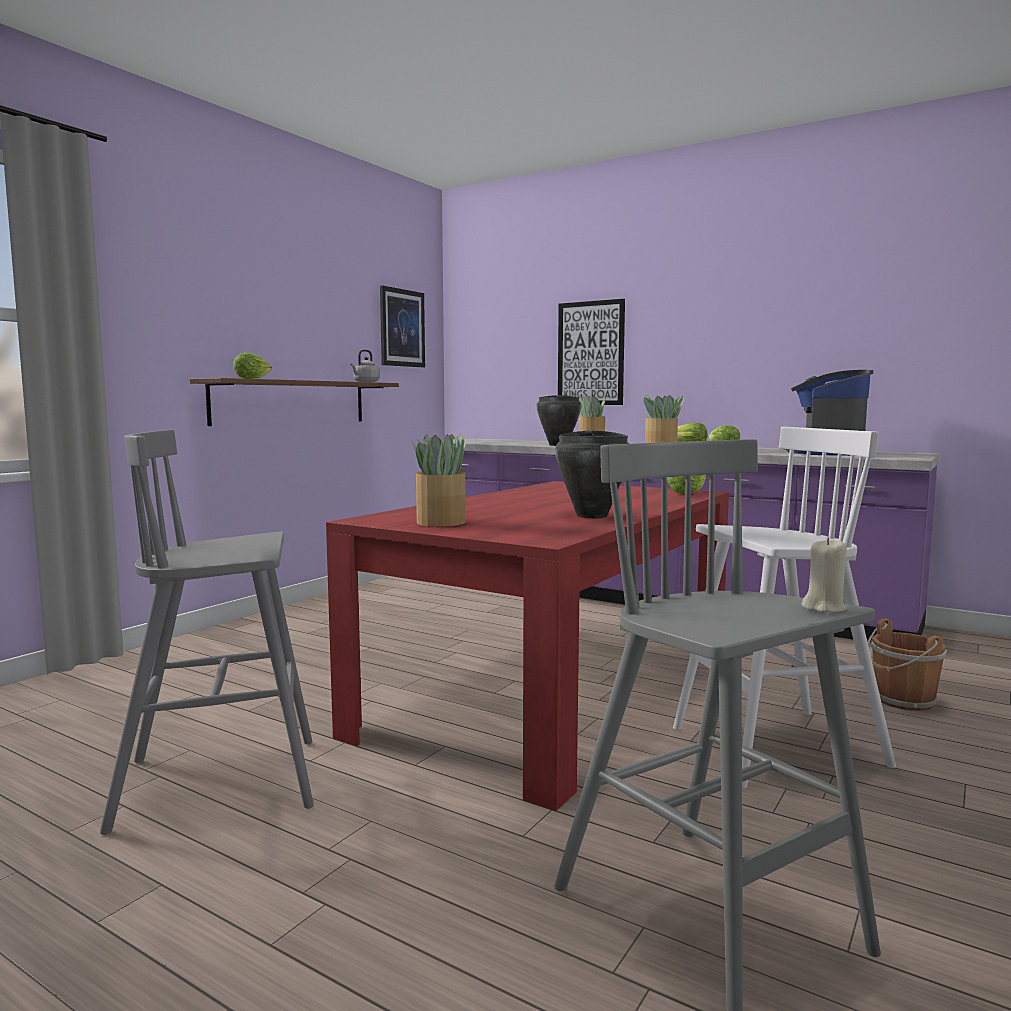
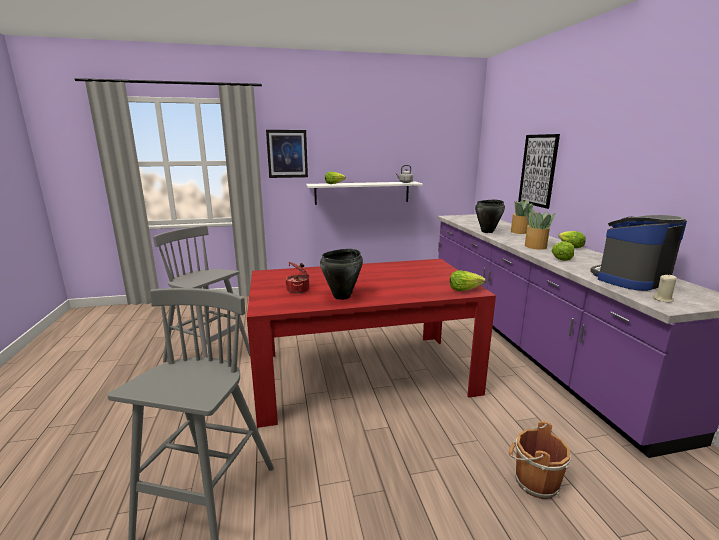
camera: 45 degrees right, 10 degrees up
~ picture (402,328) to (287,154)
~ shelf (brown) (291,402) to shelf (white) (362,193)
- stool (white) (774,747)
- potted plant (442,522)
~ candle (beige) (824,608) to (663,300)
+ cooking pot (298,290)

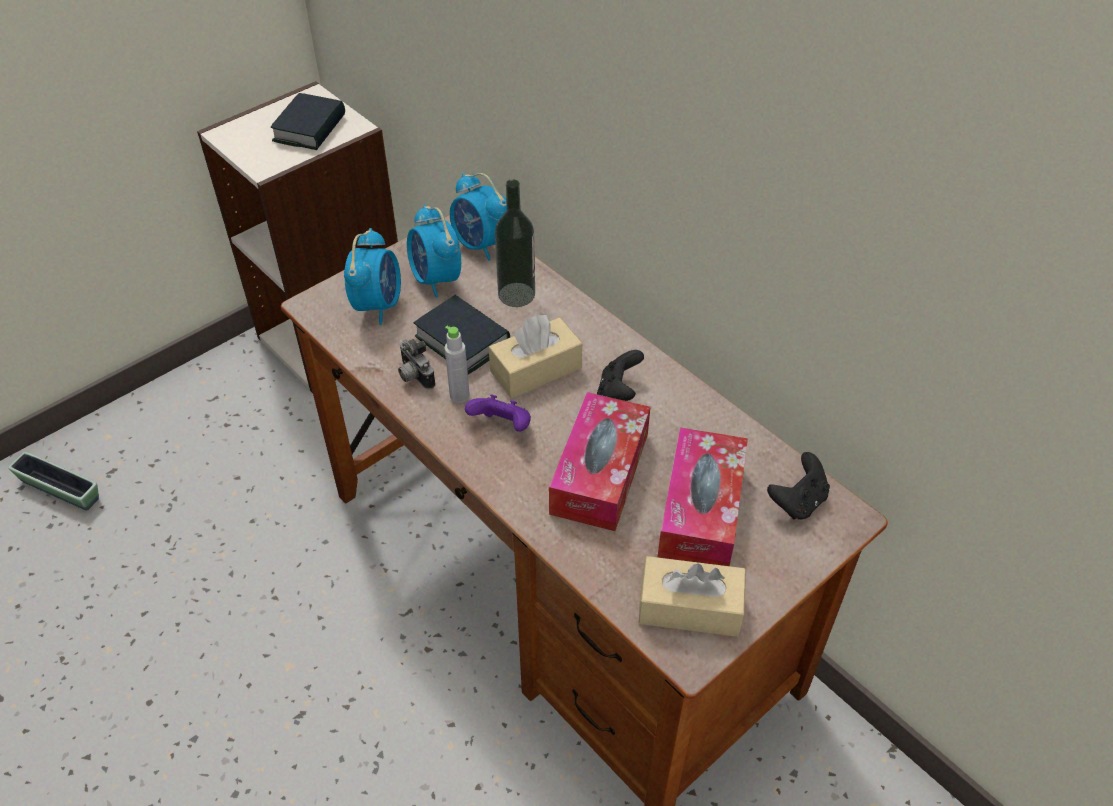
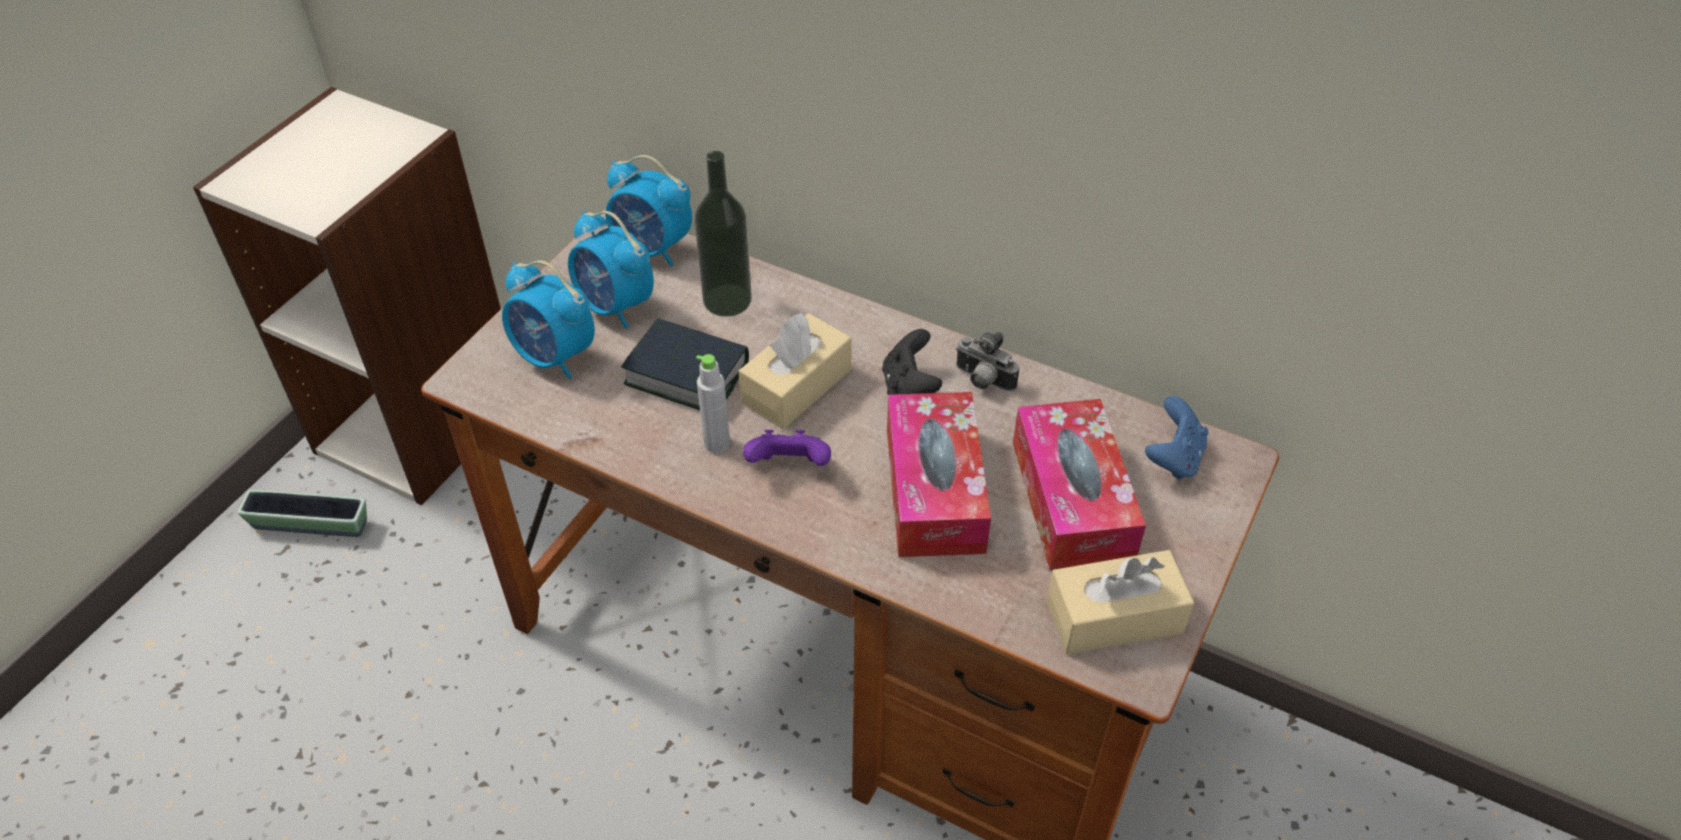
camera: 20 degrees left, 0 degrees up
- book (310,128)
~ alarm clock (378,305) = (555,357) 135 degrees clockwise
~ photo camera (414,376) to (982,381)
~ planter (60,490) to (310,524)
~ game controller (black) (798,501) to game controller (blue) (1173,458)

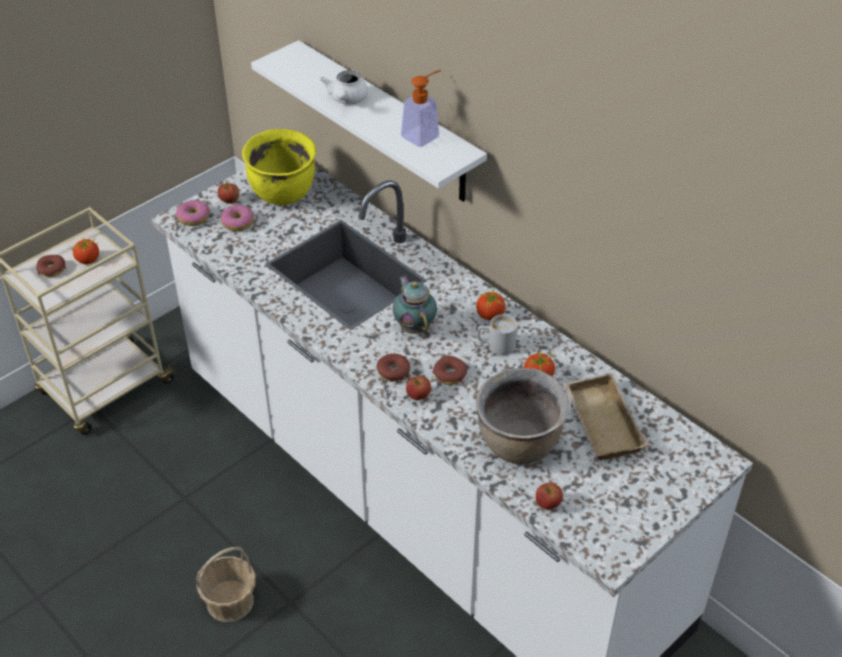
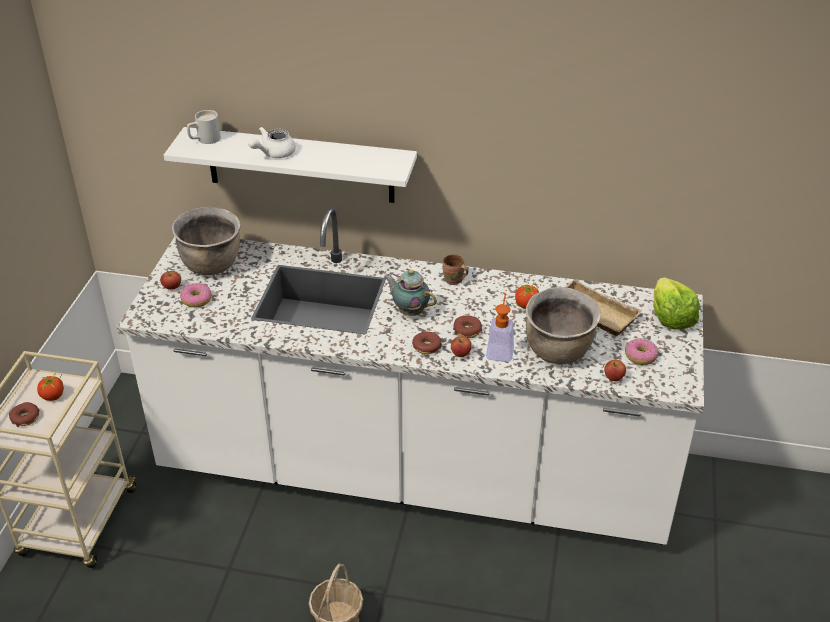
camera: 35 degrees left, 5 degrees down
~ teapot (white) (346,100) = (273,153) 75 degrees clockwise
~ soap dispenser (424,134) to (500,349)
~ cooking pot (yellow) (284,193) to cooking pot (brown) (212,264)
~ donut (193,218) to (640,356)
~ tomato (490,315) to mug (brown) (453,281)
~ mug (white) (496,346) to (204,140)
+ lettuce (671,317)

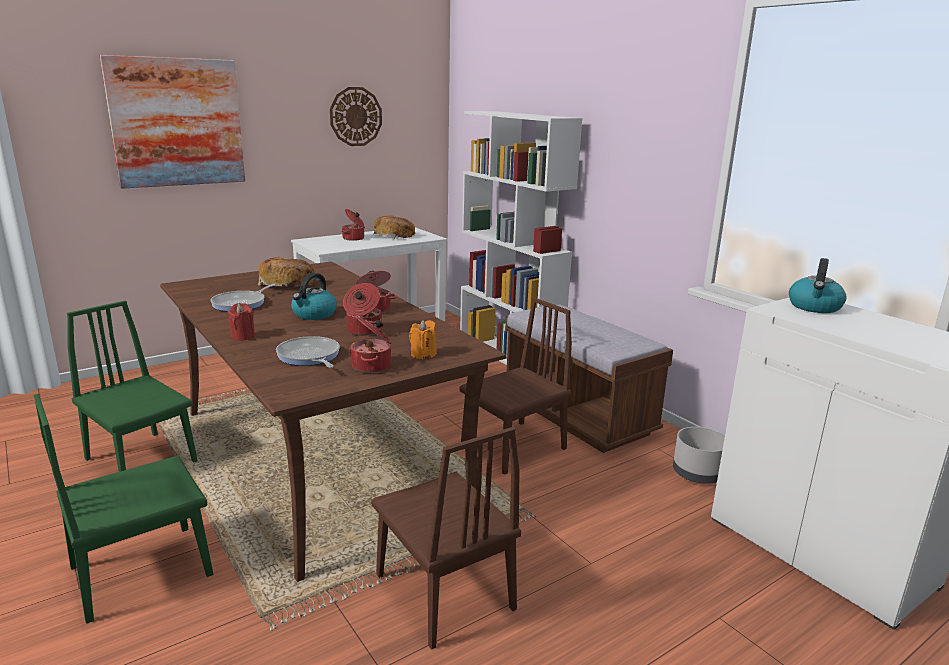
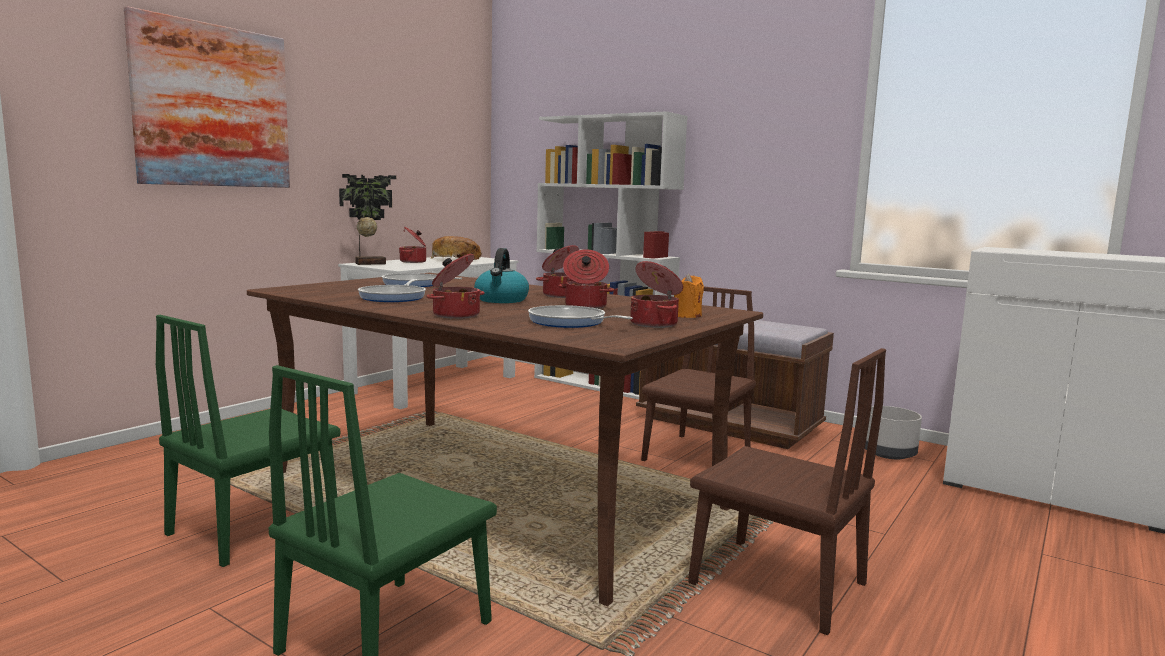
camera: 20 degrees left, 10 degrees down
- wall clock (355,116)
~ bread (287,283) to frying pan (414,284)
- kettle (814,307)
~ chair (green) (141,460) = (255,527) 75 degrees counterclockwise
~ candle (red) (243,336) to cooking pot (455,315)
+ potted plant (369,263)

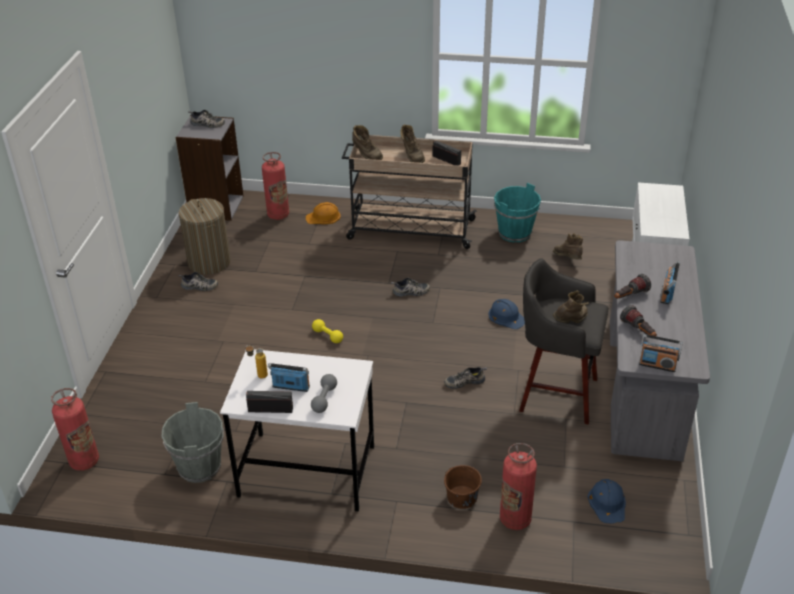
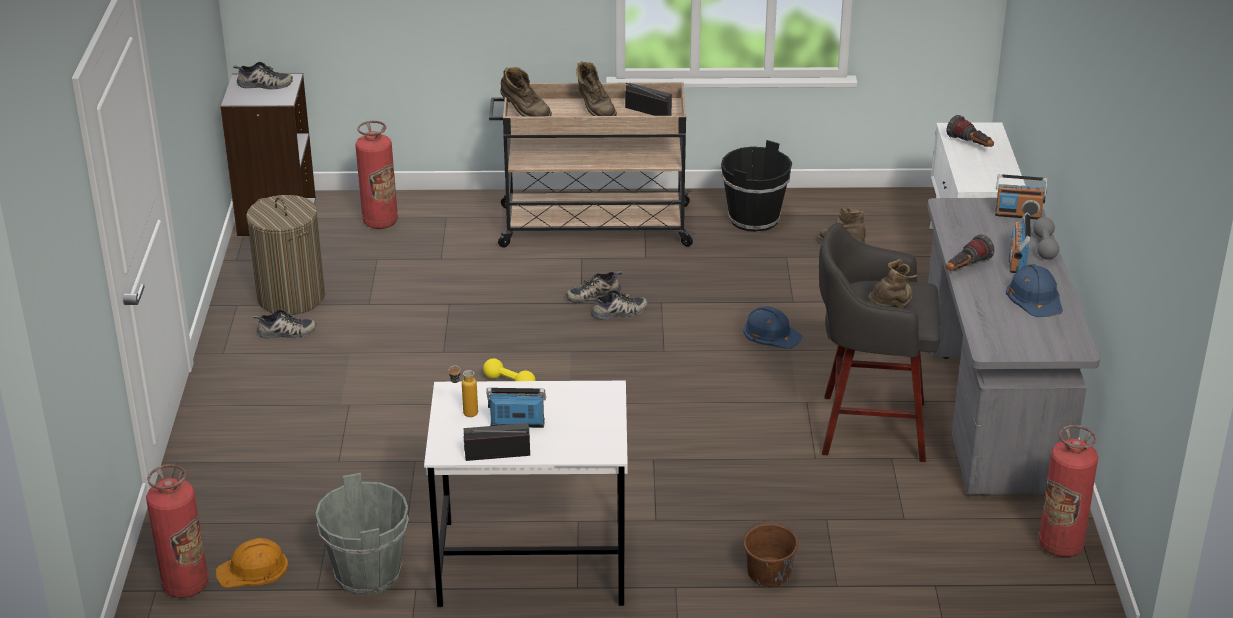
camera: 10 degrees left, 5 degrees down
~ bucket (turquoise) (515,233) to bucket (black) (754,219)
~ hard hat (orange) (323,217) to (253,569)
~ flashlight (639,331) to (971,145)
~ radio (657,365) to (1017,214)
~ shoe (464,381) to (593,293)
~ dumbbell (grey) (324,399) to (1044,247)
~ fire extinguisher (515,519) to (1060,545)
~ hard hat (blue) (608,503) to (1035,297)

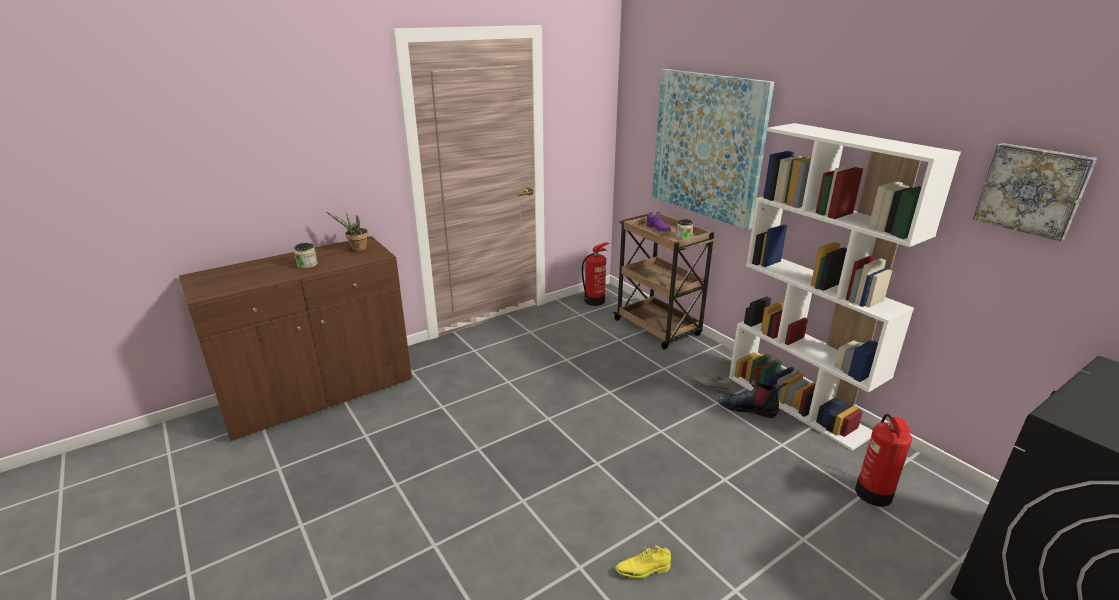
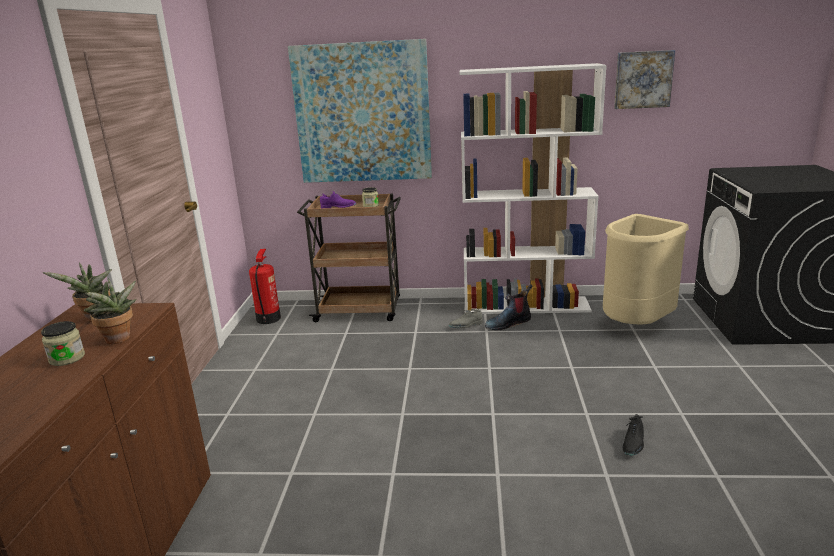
camera: 50 degrees left, 5 degrees down
~ fire extinguisher (873,494) to trash can (beige) (636,325)
~ shoe (yellow) (642,570) to shoe (black) (633,444)
+ potted plant (118,340)

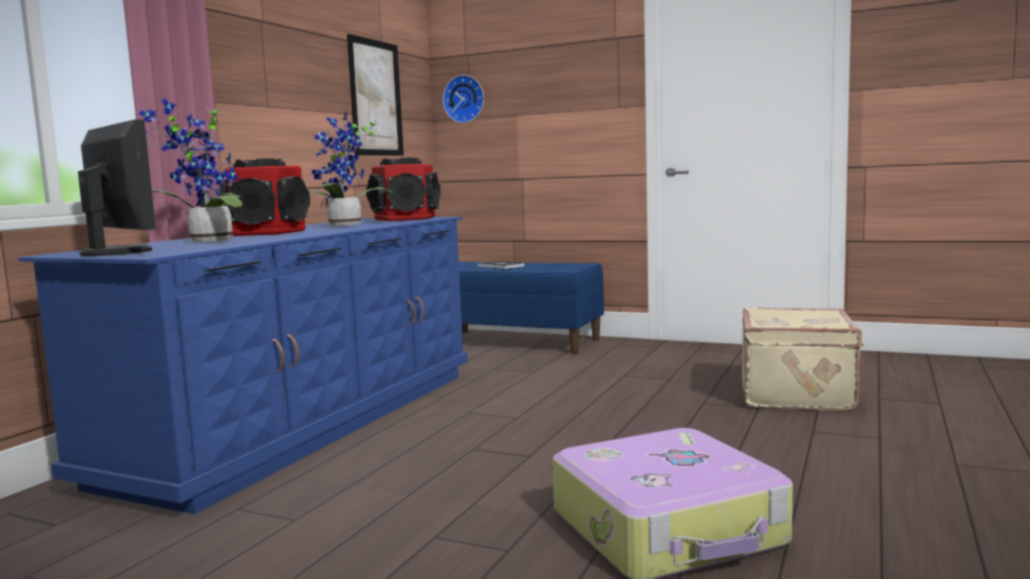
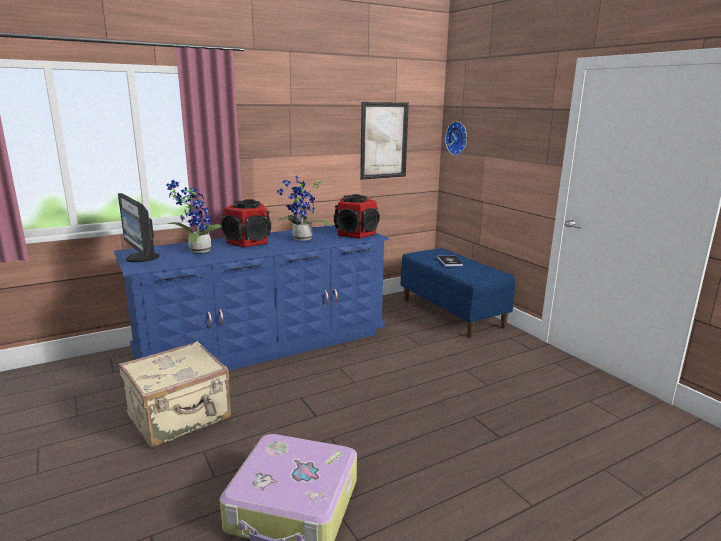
camera: 35 degrees right, 10 degrees up
~ monitor (119,252) = (141,258) 150 degrees clockwise
~ suitcase (beige) (798,394) to (180,417)

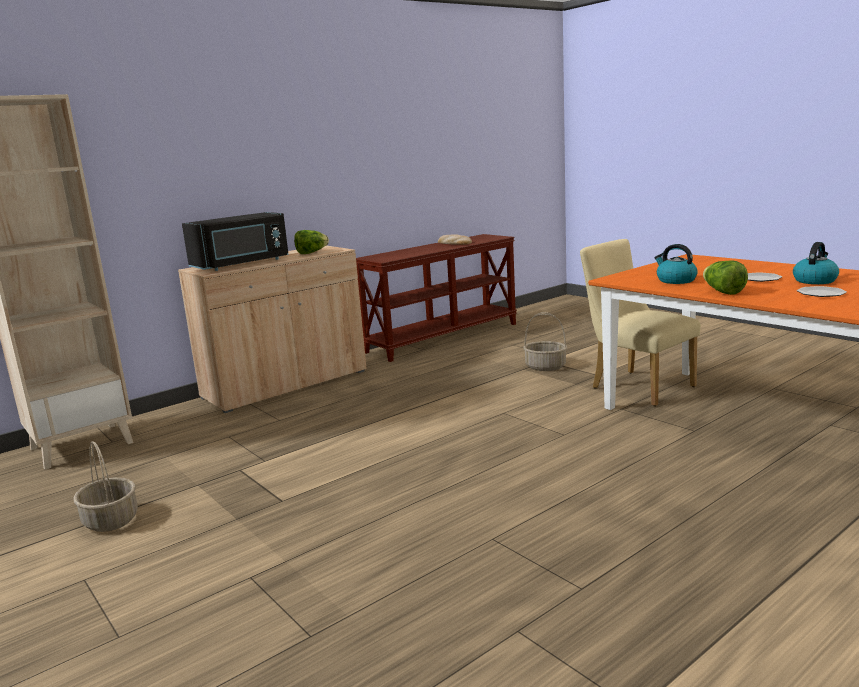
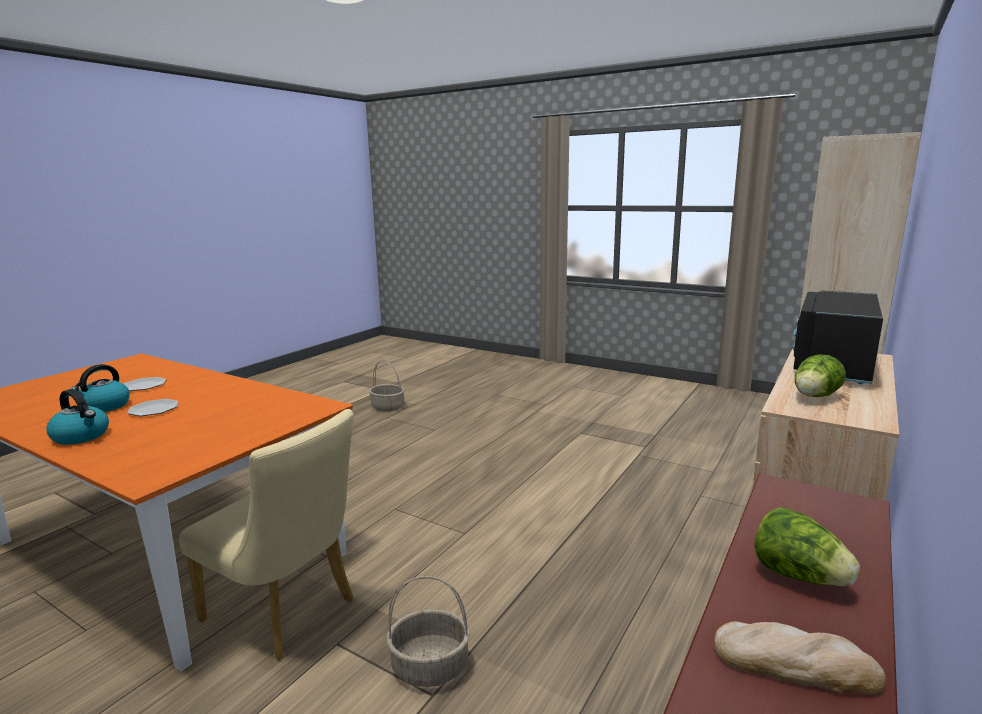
camera: 160 degrees right, 0 degrees up
~ kettle (675,280) to (82,436)
~ lettuce (723,292) to (798,576)
~ basket (110,520) to (388,407)

